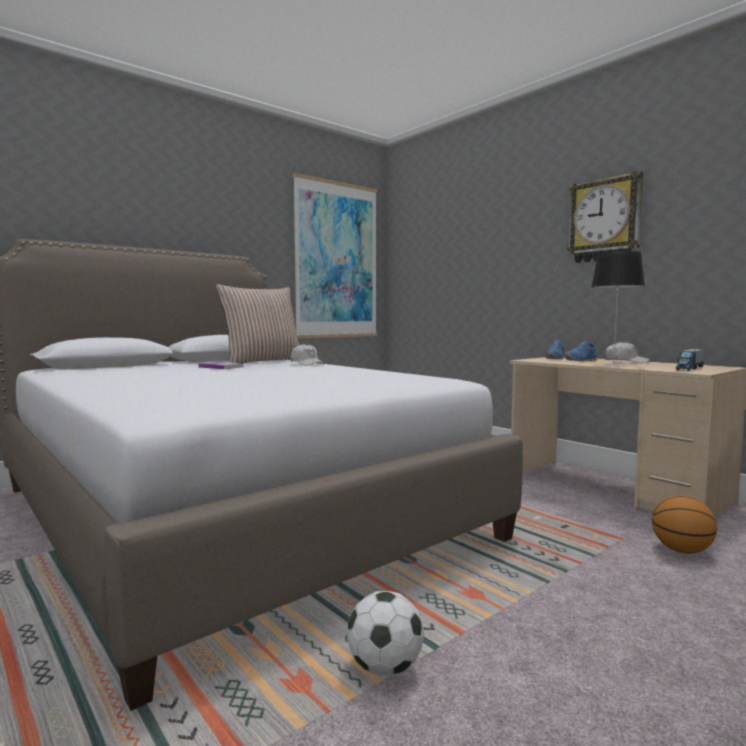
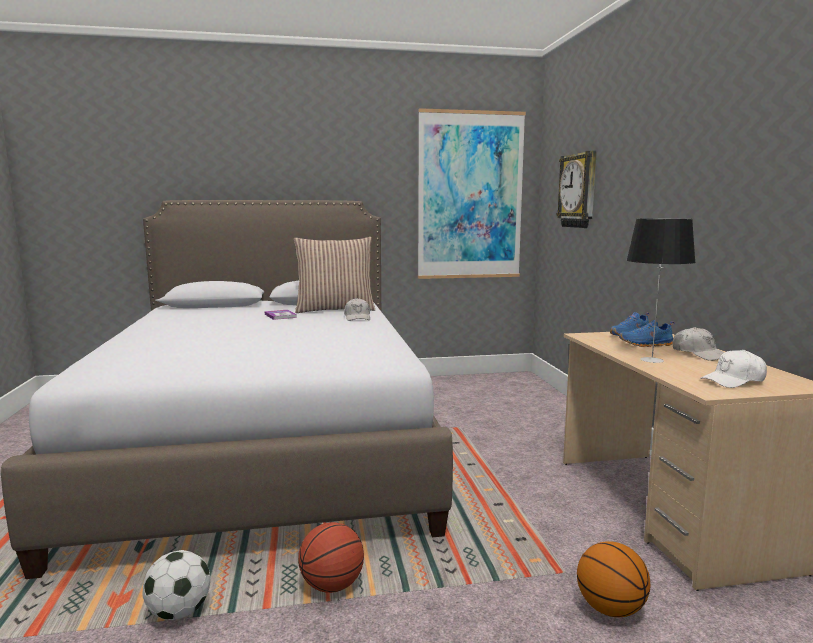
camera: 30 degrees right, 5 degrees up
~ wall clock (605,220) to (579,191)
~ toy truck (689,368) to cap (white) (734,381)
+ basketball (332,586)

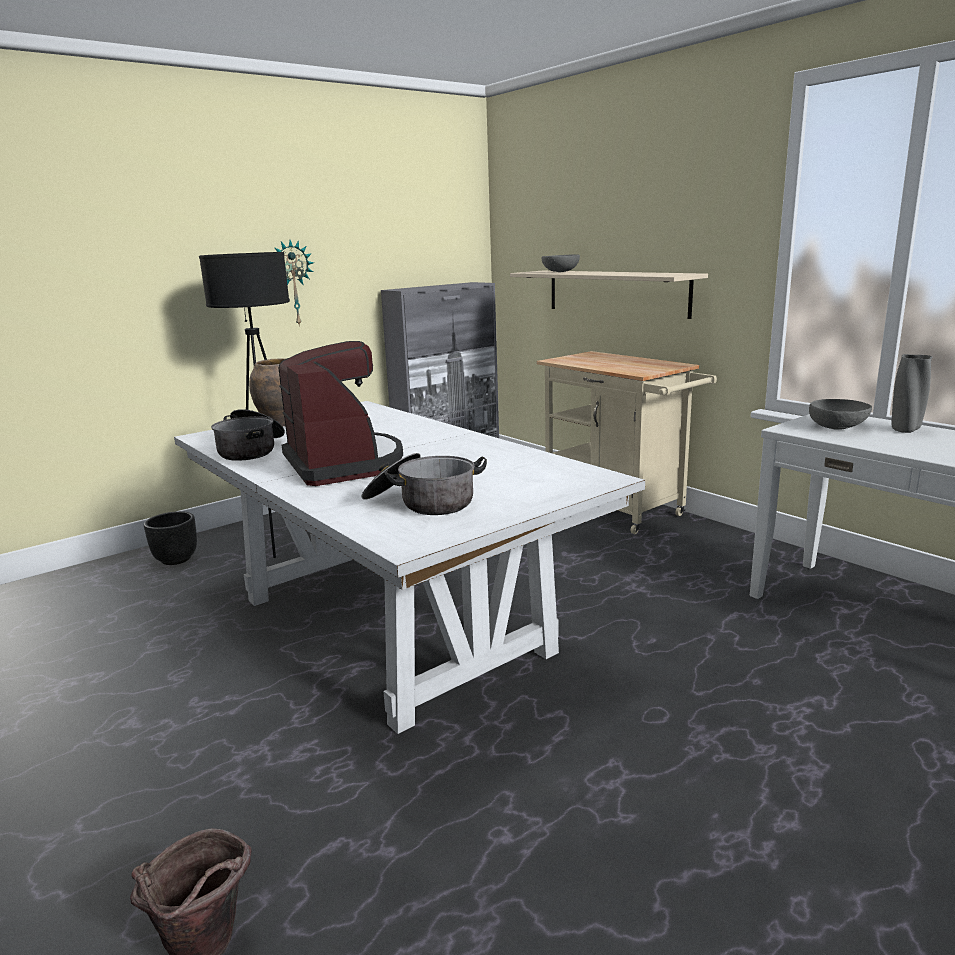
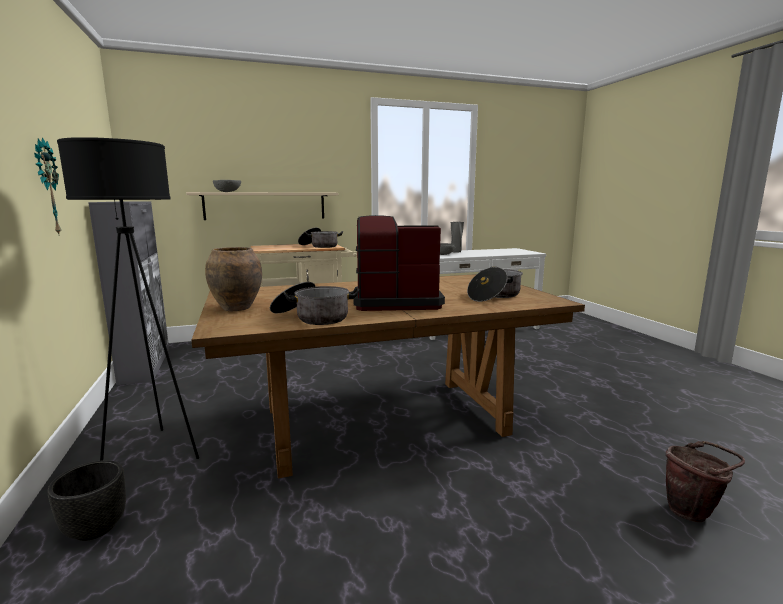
camera: 70 degrees left, 5 degrees down
~ dining table (white) (389,624) to dining table (brown) (382,421)
+ cooking pot (319,246)

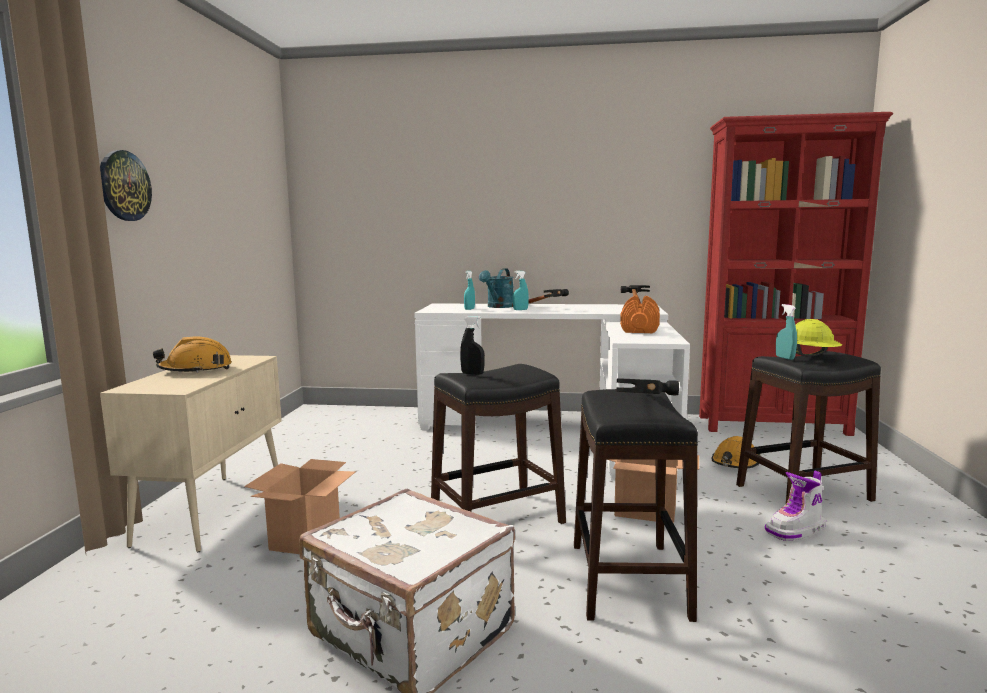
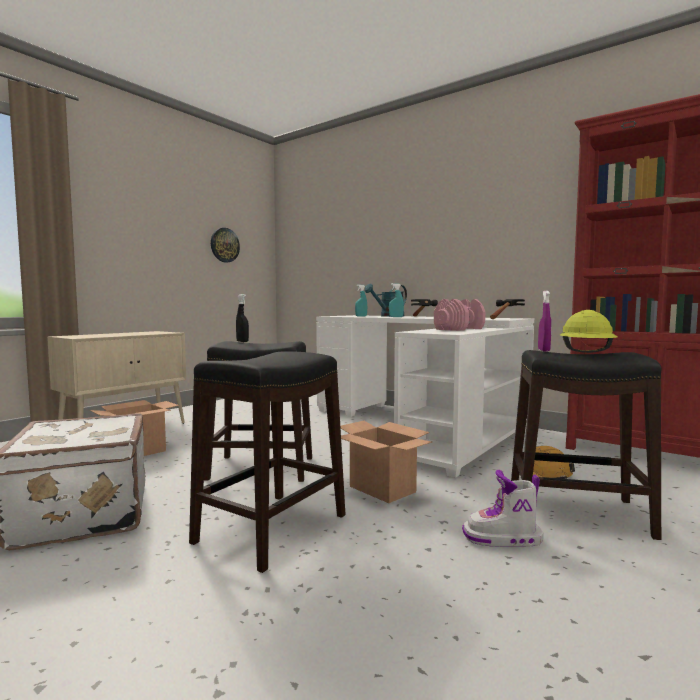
camera: 30 degrees right, 5 degrees down
~ wall clock (124,186) to (224,245)
~ dumbbell (orange) (640,329) to dumbbell (pink) (459,329)
~ spray bottle (turquoise) (784,358) to spray bottle (purple) (543,350)
- hard hat (orange) (196,370)
- hammer (648,409)

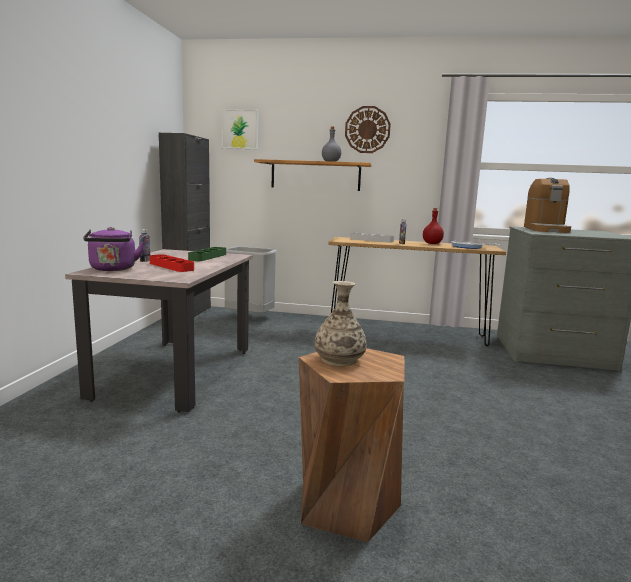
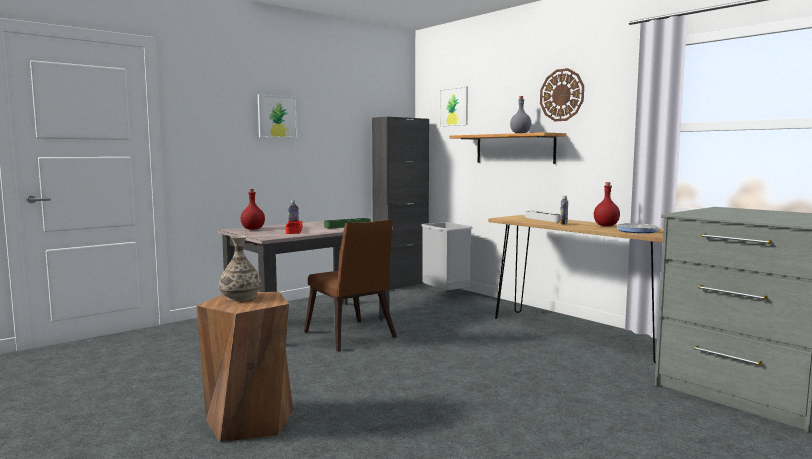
camera: 40 degrees right, 5 degrees down
- coffee machine (546,229)
~ kettle (purple) (113,269) to bottle (red) (252,229)
+ picture (277,116)
+ chair (brown) (351,337)

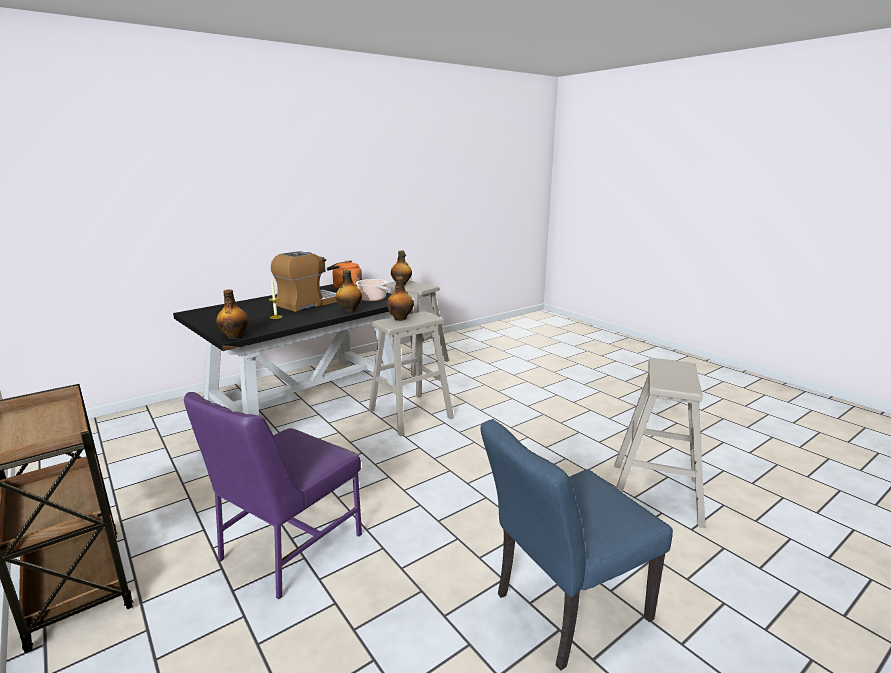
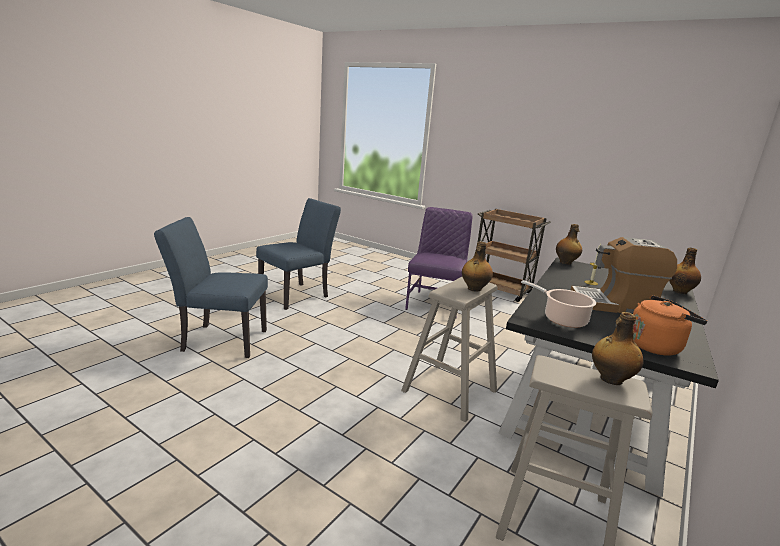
camera: 160 degrees right, 0 degrees up
~ coffee machine (308,303) = (614,305) 75 degrees clockwise
~ bottle (349,310) to (680,291)
~ stool (beige) (655,493) to chair (blue) (218,340)

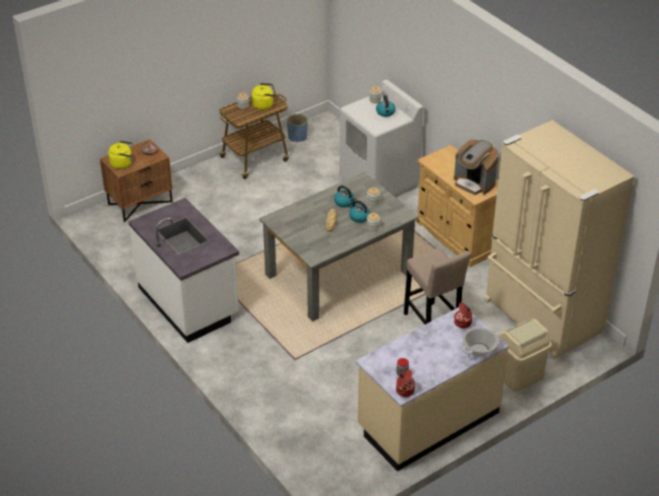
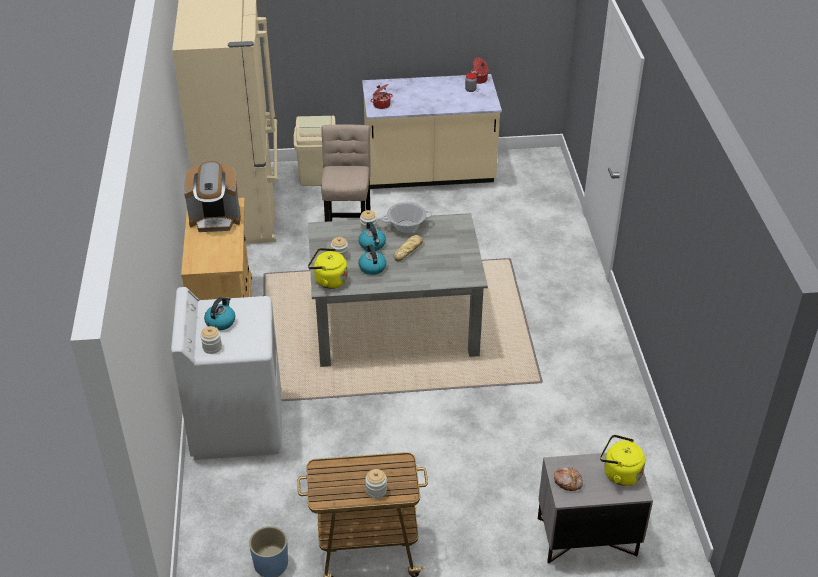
camera: 150 degrees left, 0 degrees up
~ kettle (yellow) (264,105) to (328,281)
~ nightstand (brown) (140,203) to nightstand (grey) (586,538)
~ coffee machine (474,183) = (215,219) 105 degrees clockwise
- counter (white) (189,302)
~ cooking pot (479,349) to (406,226)

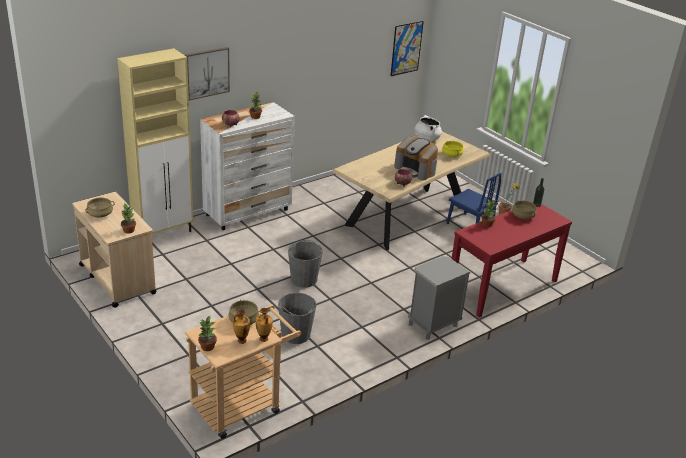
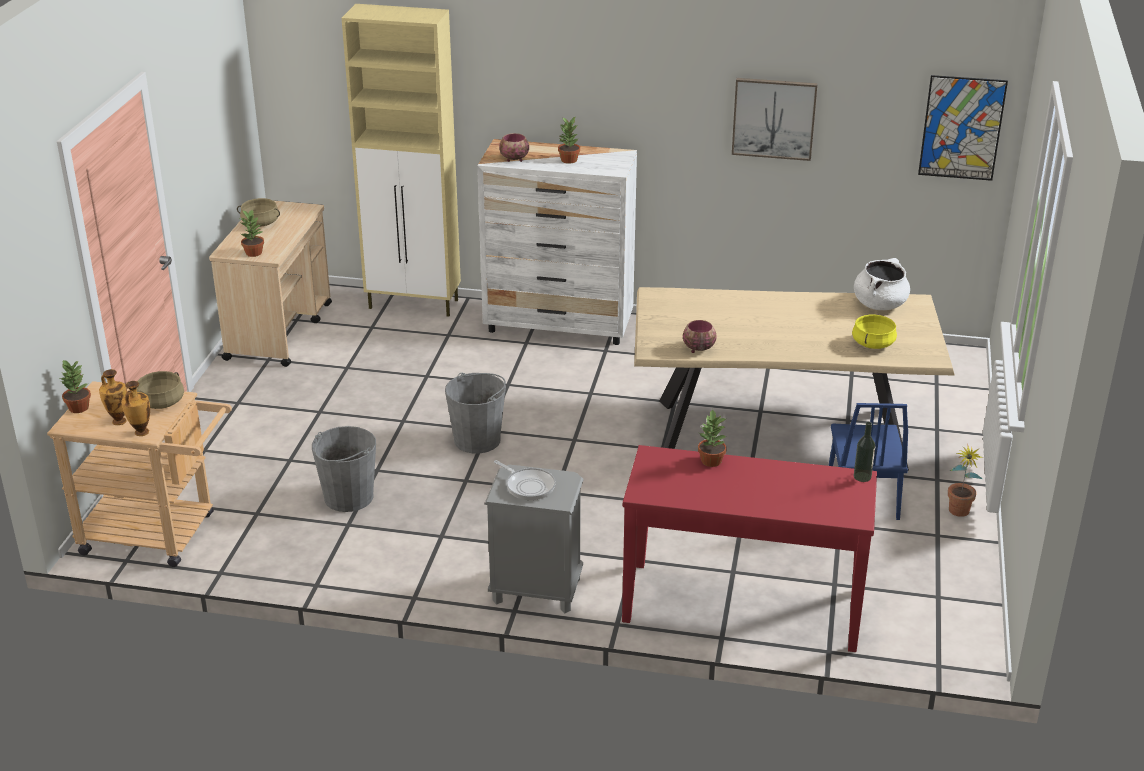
camera: 50 degrees right, 0 degrees up
~ picture (207,73) to (774,118)
- coffee machine (415,170)
- cooking pot (beige) (523,216)
+ frying pan (528,485)

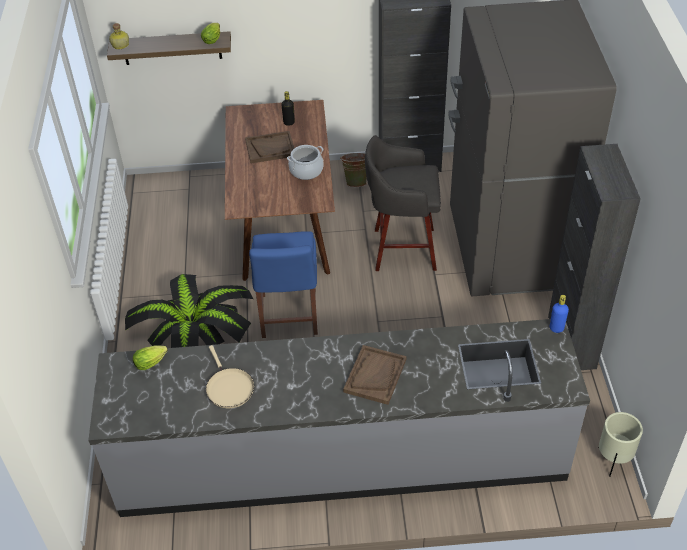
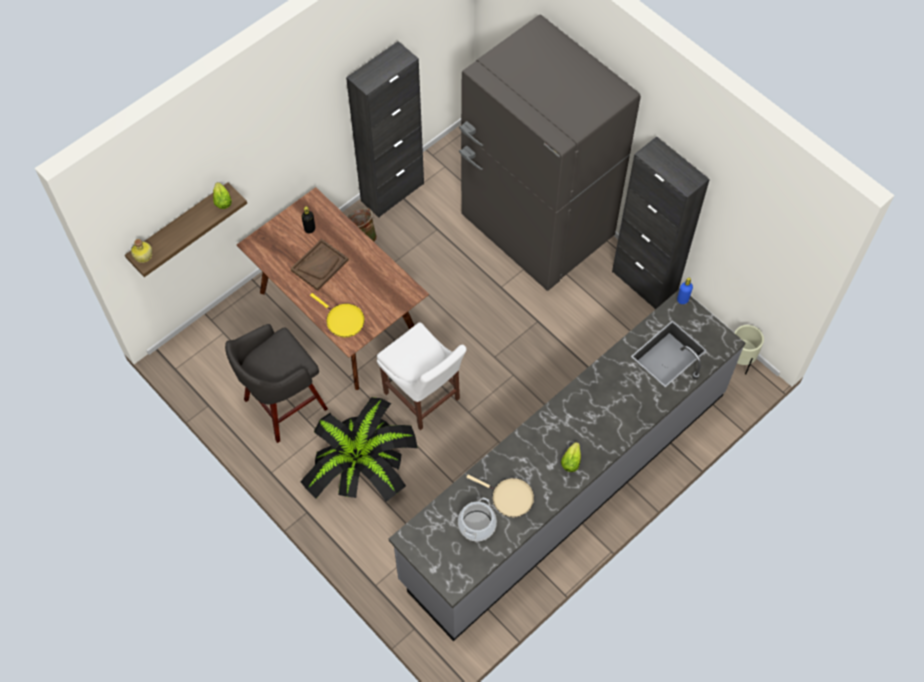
camera: 40 degrees left, 15 degrees up
~ stool (grey) (401,249) to (283,406)
~ cooking pot (306,170) to (476,525)
~ chair (blue) (288,317) to chair (white) (424,398)
~ lettuce (152,362) to (571,460)
- tray (brown) (375,375)
+ frying pan (yellow) (343,320)

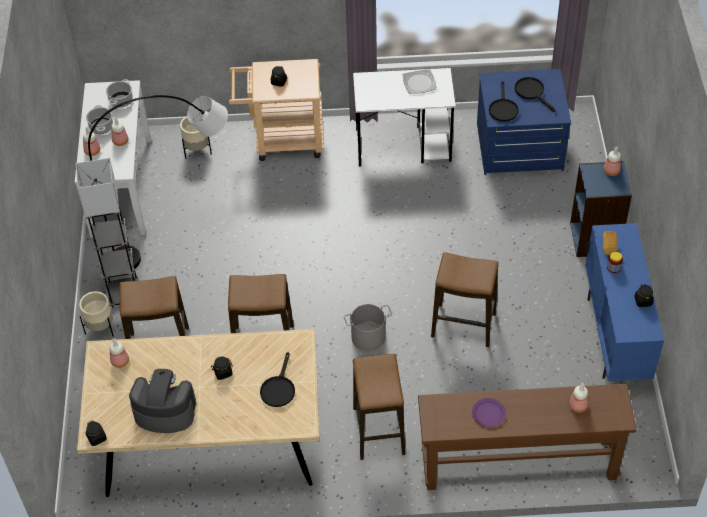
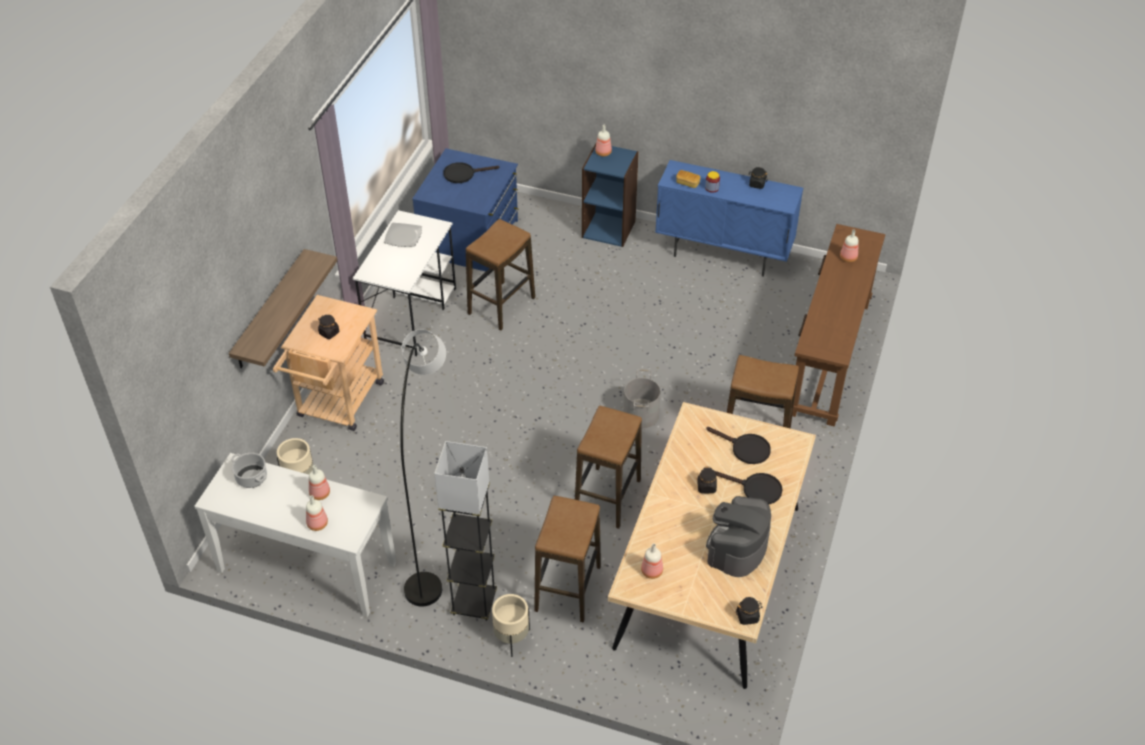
camera: 70 degrees left, 5 degrees down
~ frying pan (black) (503,108) to (756,489)
- cooking pot (101,126)
~ stool (463,325) to (501,306)
- plate (purple) (489,413)
+ shelf (270,310)

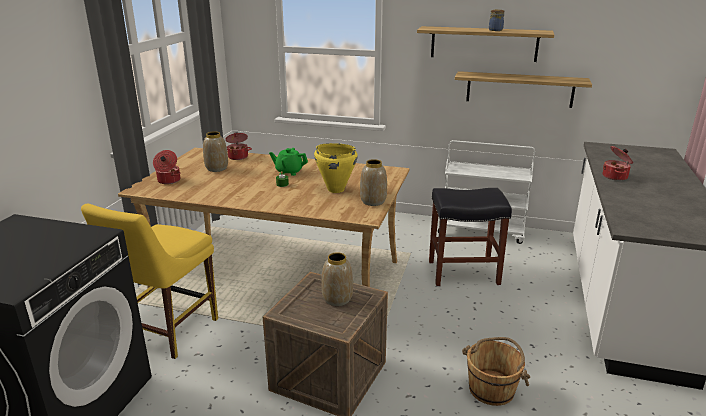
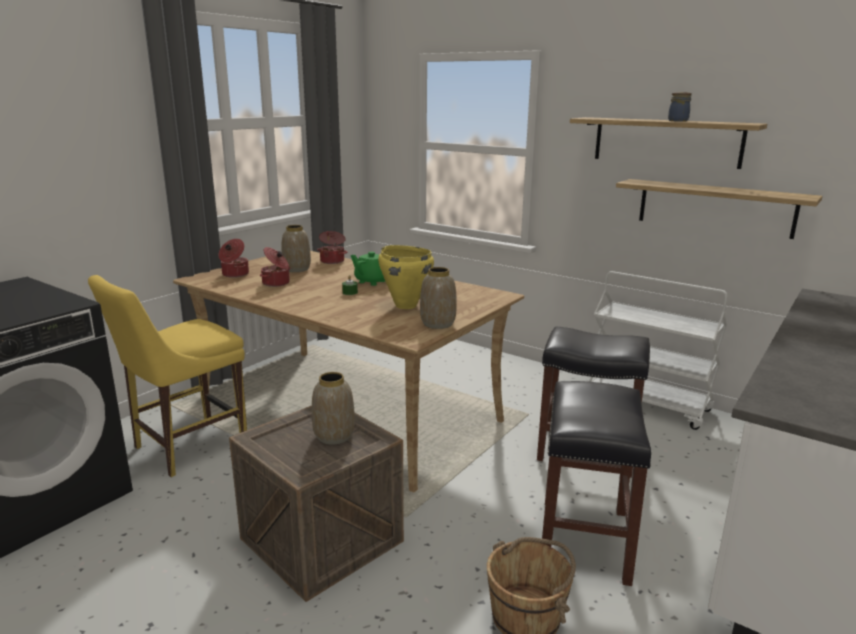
camera: 20 degrees right, 5 degrees down
~ cooking pot (615,177) to (276,283)
+ stool (black) (585,541)

